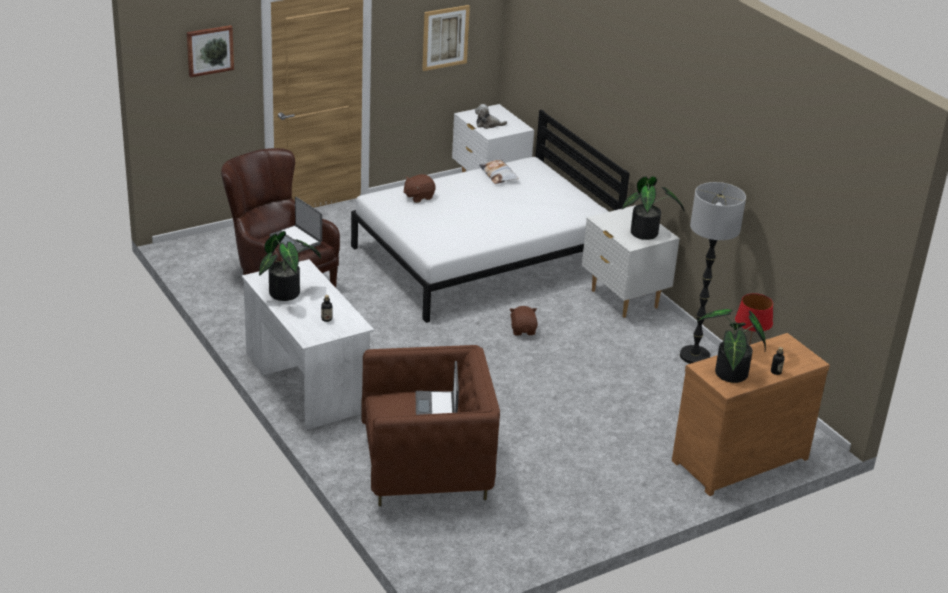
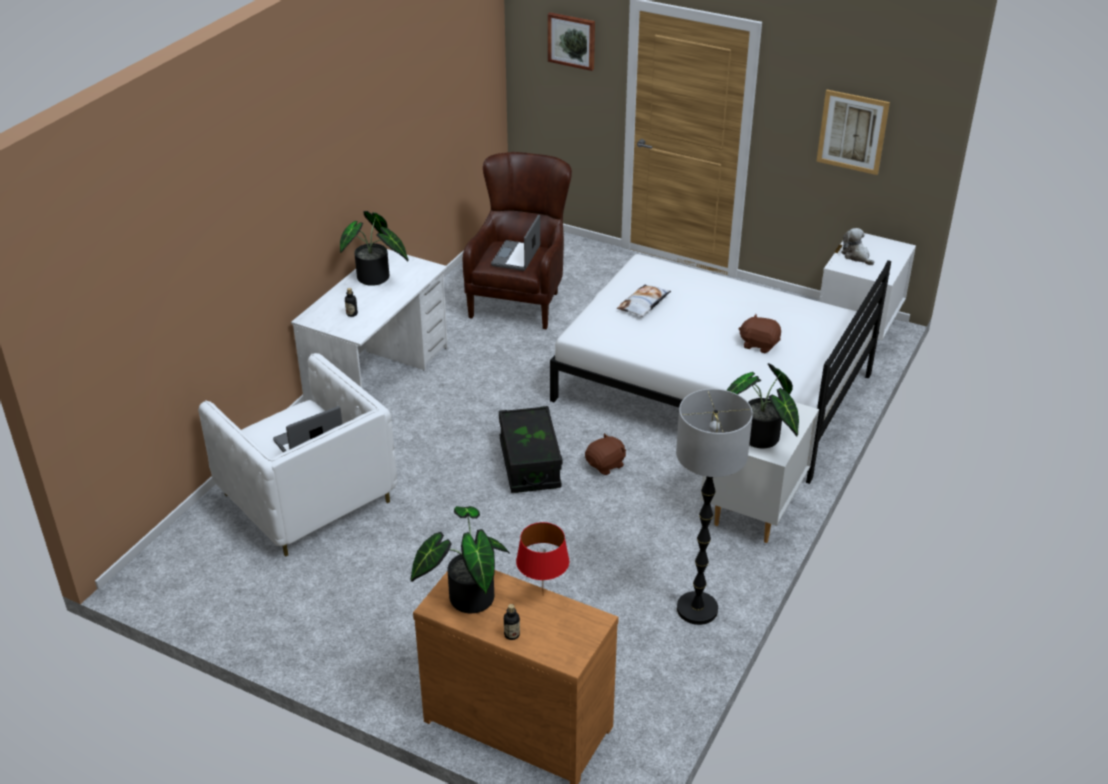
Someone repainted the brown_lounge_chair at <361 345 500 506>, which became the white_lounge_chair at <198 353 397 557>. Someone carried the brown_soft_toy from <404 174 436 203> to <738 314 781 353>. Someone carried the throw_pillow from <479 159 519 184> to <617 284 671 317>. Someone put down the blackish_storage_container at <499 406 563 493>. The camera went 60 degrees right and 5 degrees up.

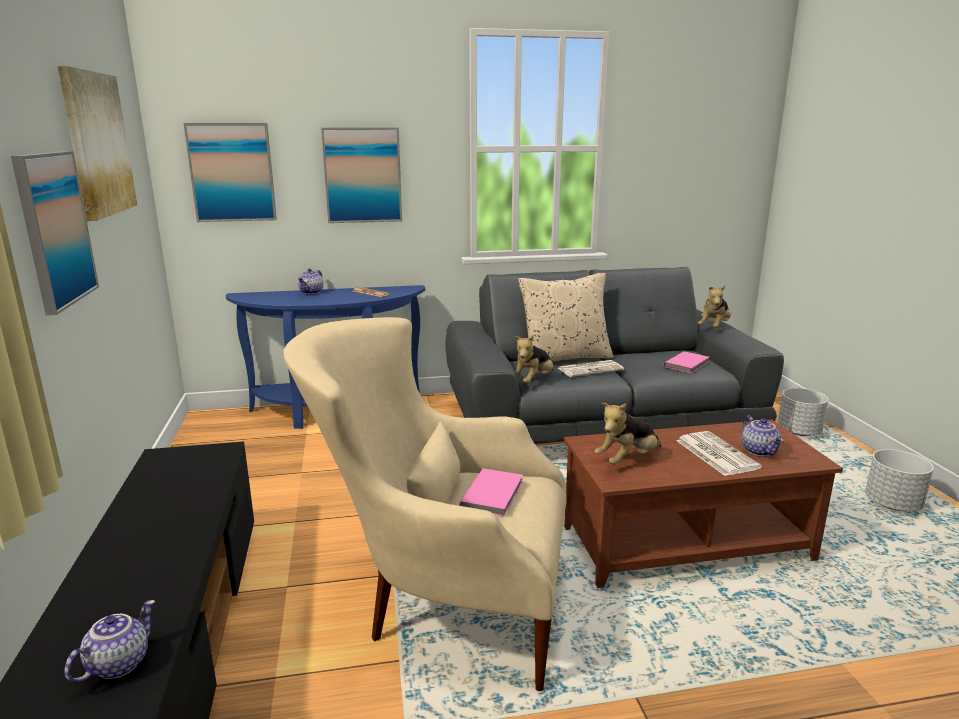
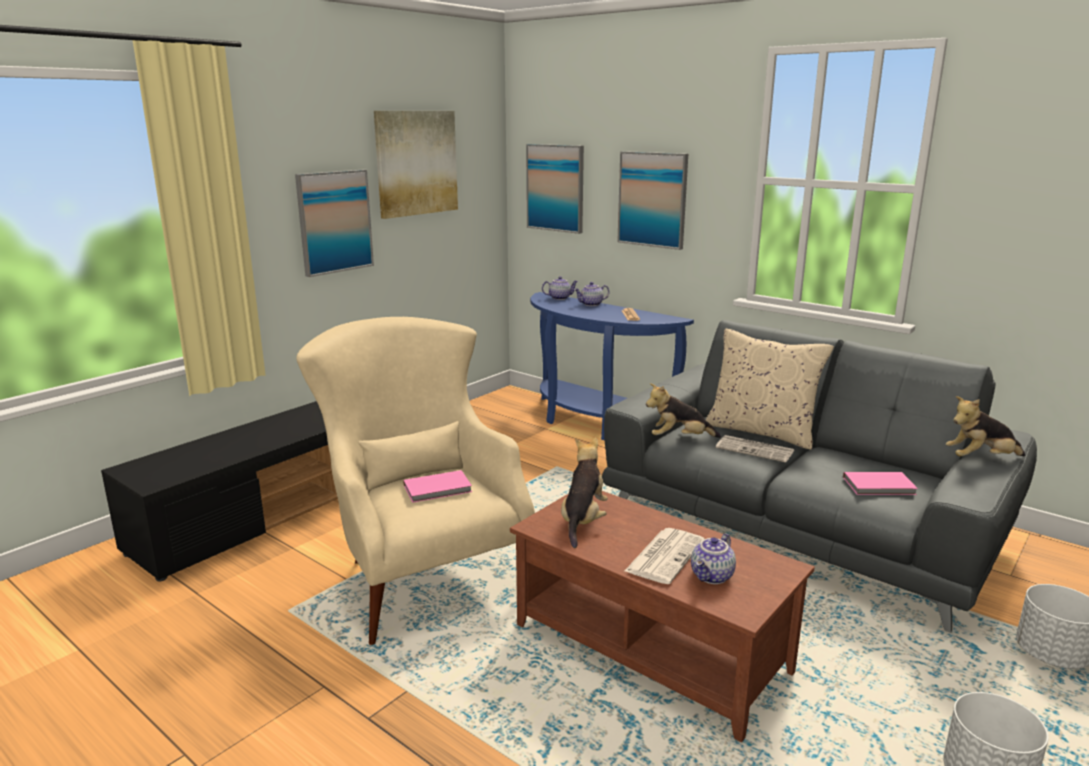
Someone carried the pot_for_tea from <64 600 155 683> to <542 276 578 300>. Someone rotated the soft_toy at <595 403 661 465> by 90 degrees clockwise. The camera went 50 degrees right and 0 degrees up.

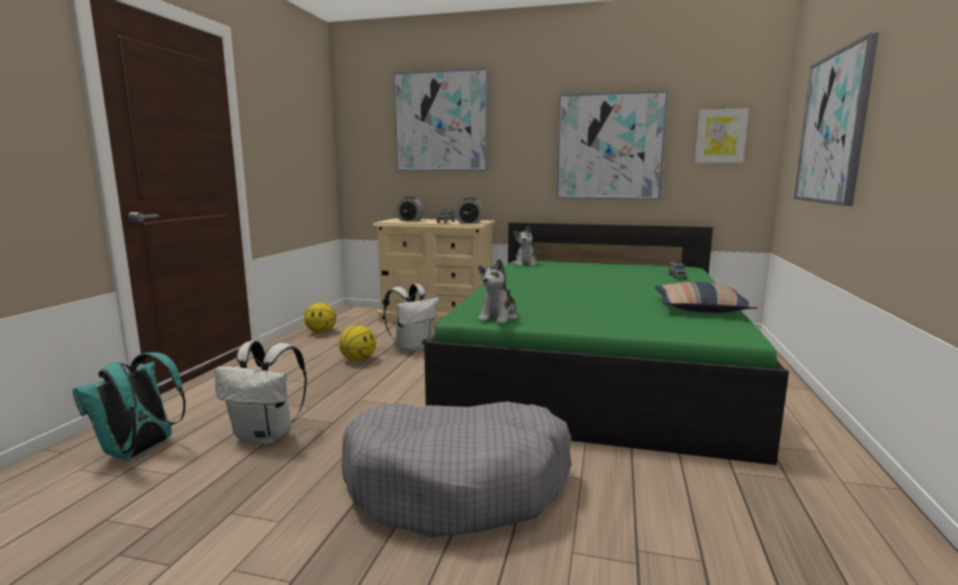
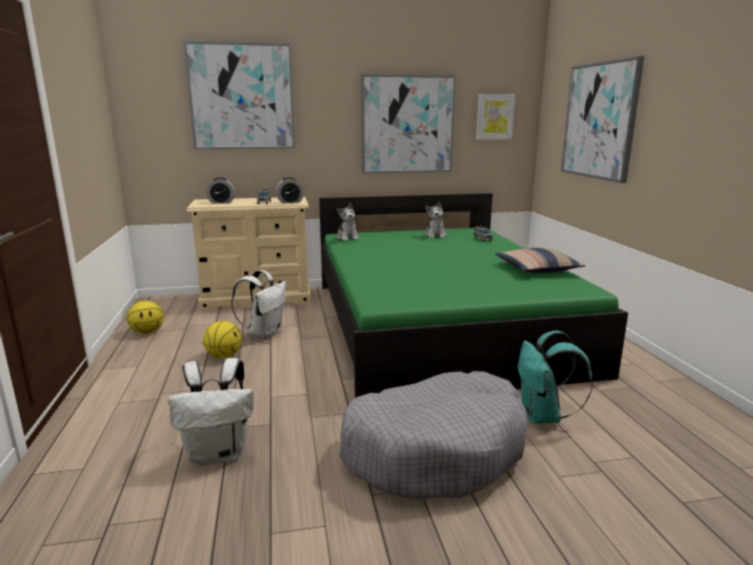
Someone carried the blue-green_knapsack from <72 352 186 459> to <518 331 593 424>. Someone carried the soft_toy from <478 259 518 324> to <425 201 447 238>. The camera went 25 degrees left and 5 degrees up.

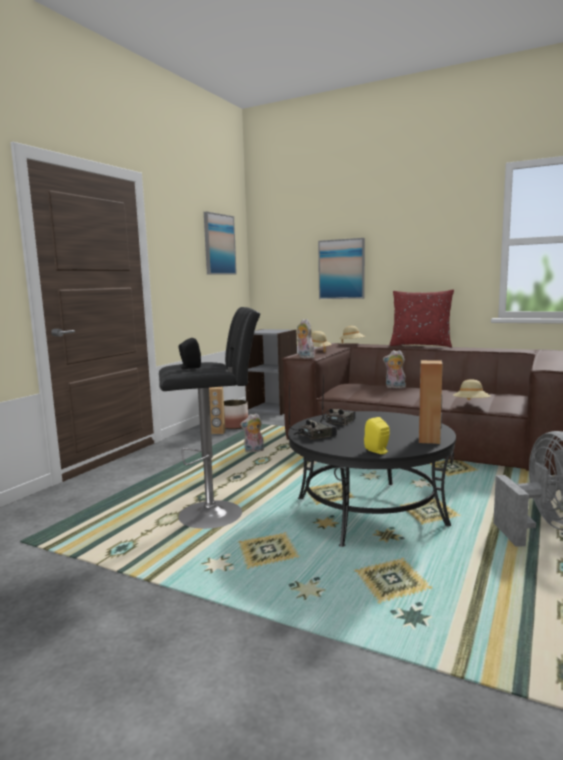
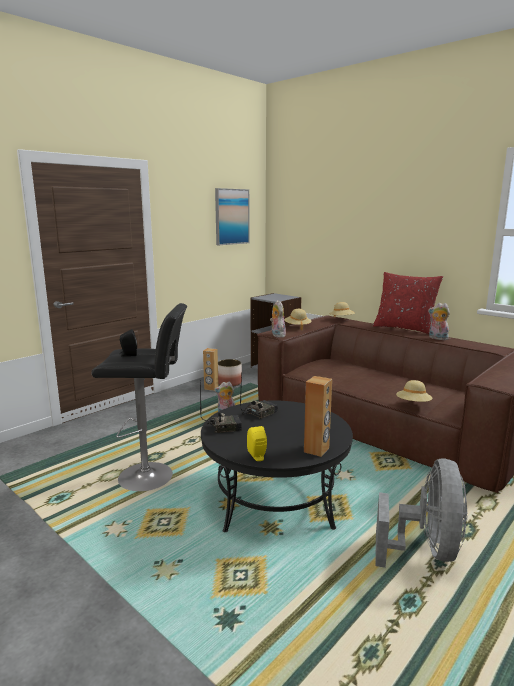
Someone took away the picture at <318 238 365 299>. Someone carried the soft_toy from <383 350 406 389> to <428 303 450 340>. The camera went 15 degrees right and 5 degrees up.

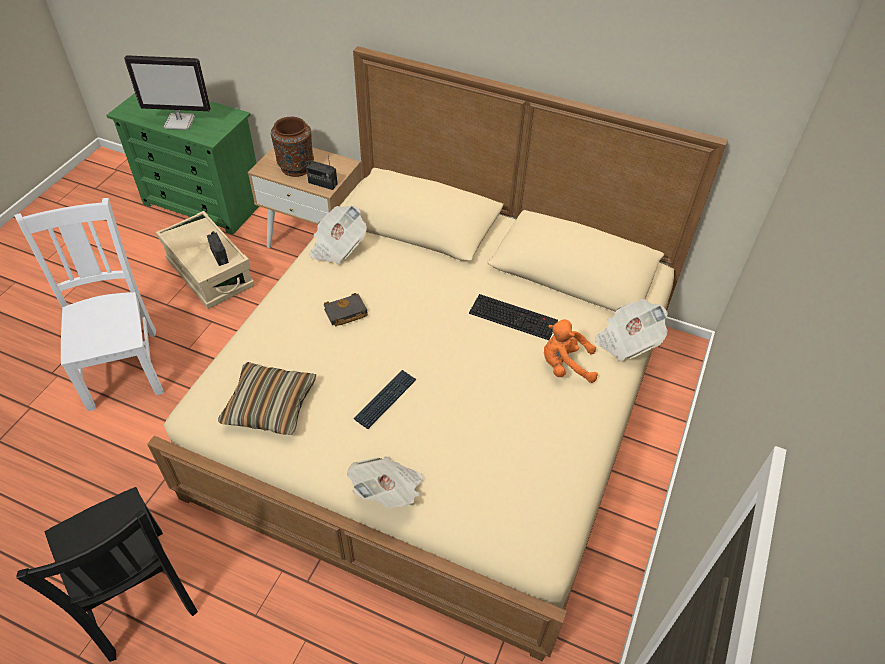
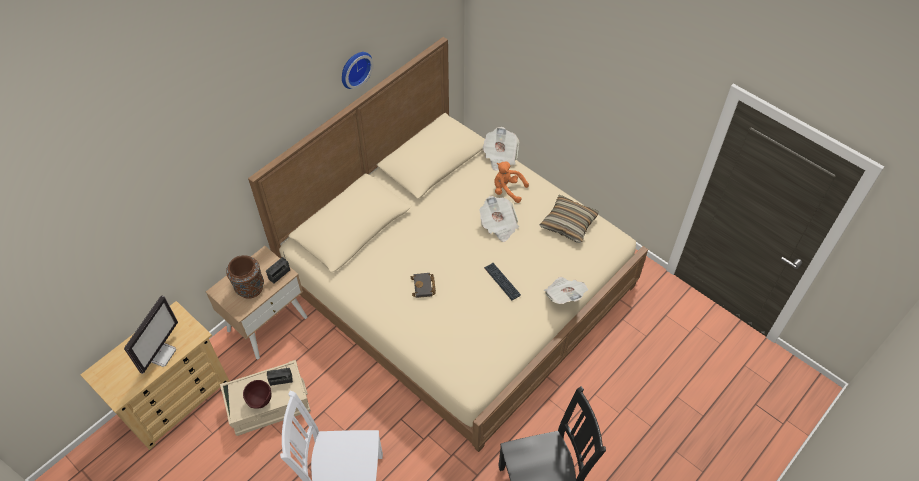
Someone repainted the green-coloured_drawer_chest at <106 93 259 235>, which became the sand-coloured_drawer_chest at <80 301 230 450>. Someone carried the throw_pillow from <218 362 316 435> to <540 195 599 243>. Someone carried the printed_paper from <309 206 367 264> to <479 196 519 242>. Someone took away the computer_keyboard at <469 294 558 340>. Someone rotated the orange-coloured_soft_toy at <544 319 598 383> by 90 degrees clockwise. Someone put down the brown_serving_bowl at <243 380 272 409>. Someone put up the hanging_clock at <342 52 373 89>. The camera went 70 degrees left and 5 degrees up.

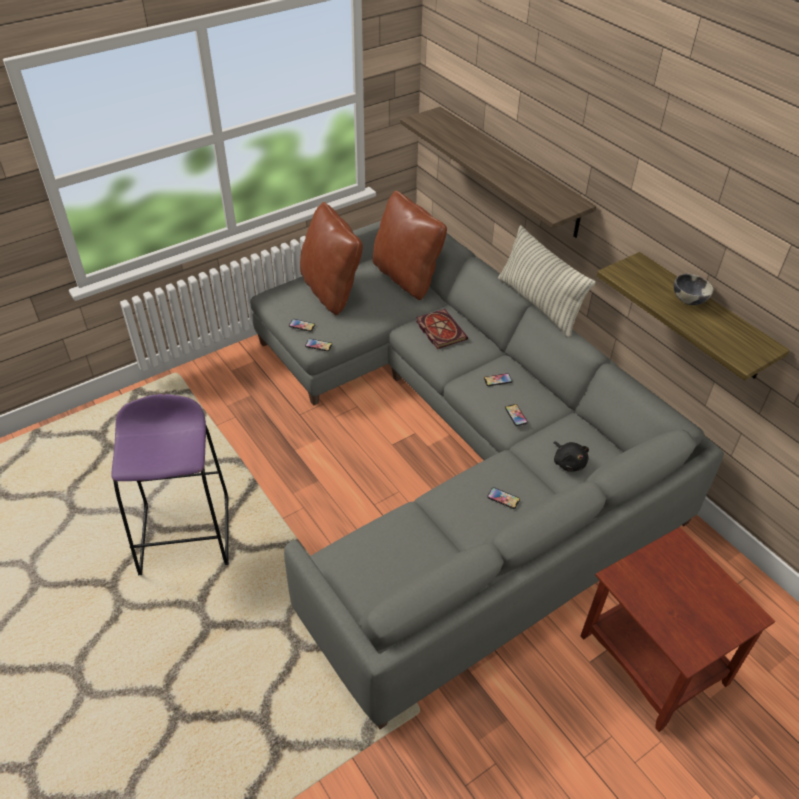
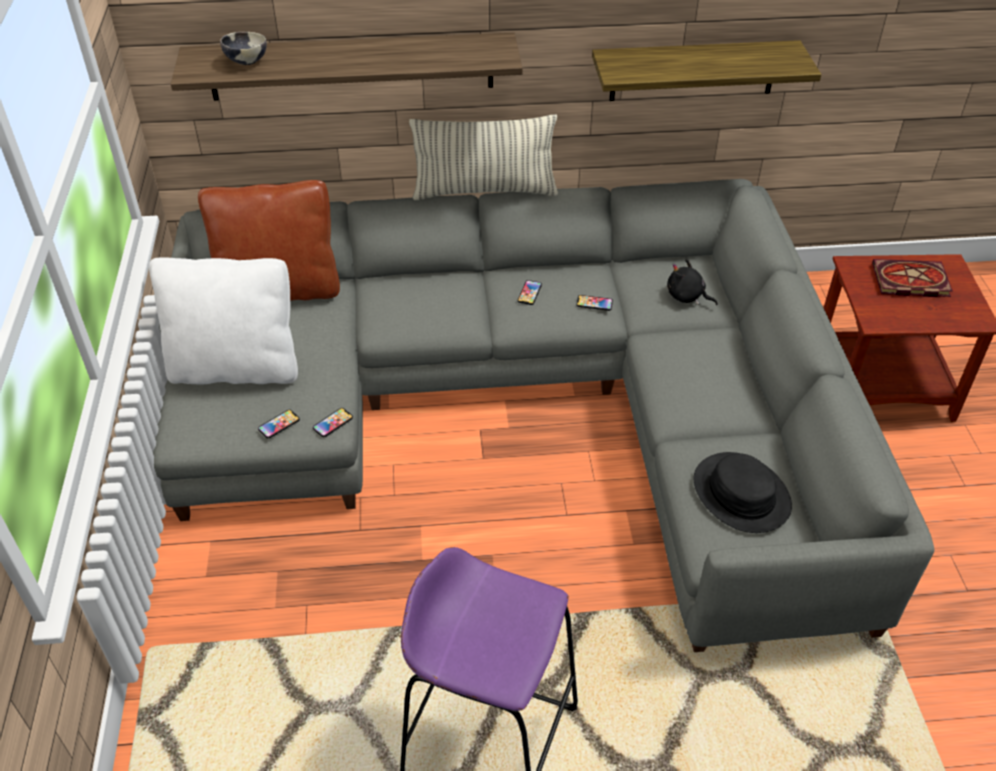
Someone repainted the brown_throw_pillow at <300 202 363 315>, which became the white_throw_pillow at <149 257 298 385>. Someone carried the bound_book from <416 309 468 349> to <872 259 953 297>. Someone took away the phone at <487 487 520 509>. Someone rotated the blackish_soft_toy at <554 441 589 472> by 150 degrees counterclockwise. Someone carried the serving_bowl from <674 274 713 305> to <220 32 267 65>. Someone put down the blackish_hat at <694 452 792 533>. The camera went 60 degrees left and 0 degrees up.

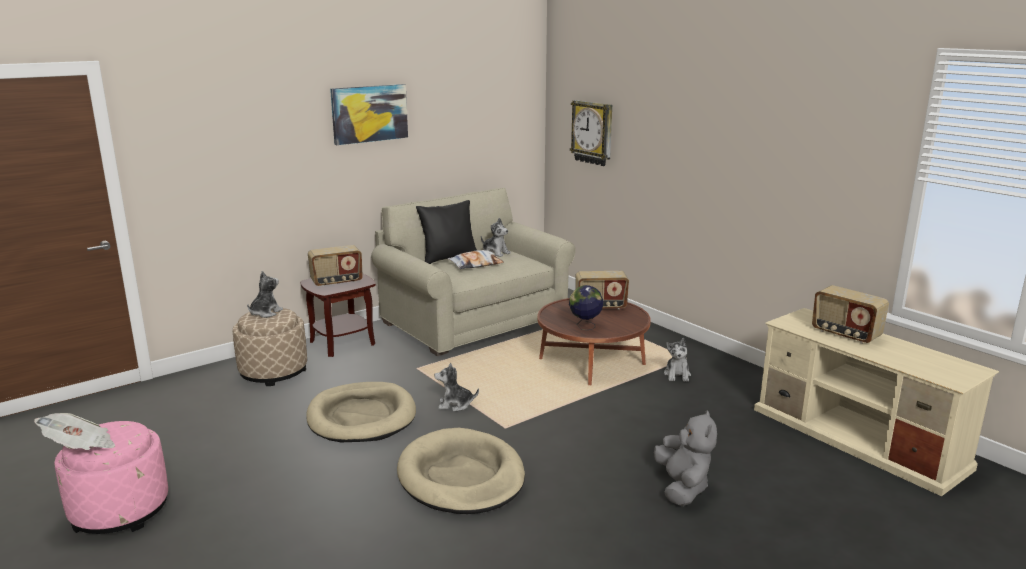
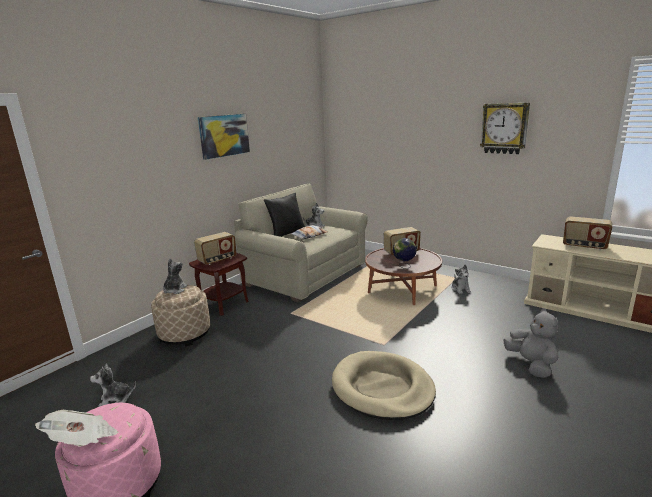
Someone took away the sand-coloured_dog_cushion at <306 382 416 443>. Someone carried the soft_toy from <434 363 479 412> to <90 363 136 407>. Someone carried the hanging_clock from <570 100 612 166> to <480 103 530 154>. The camera went 15 degrees left and 0 degrees up.

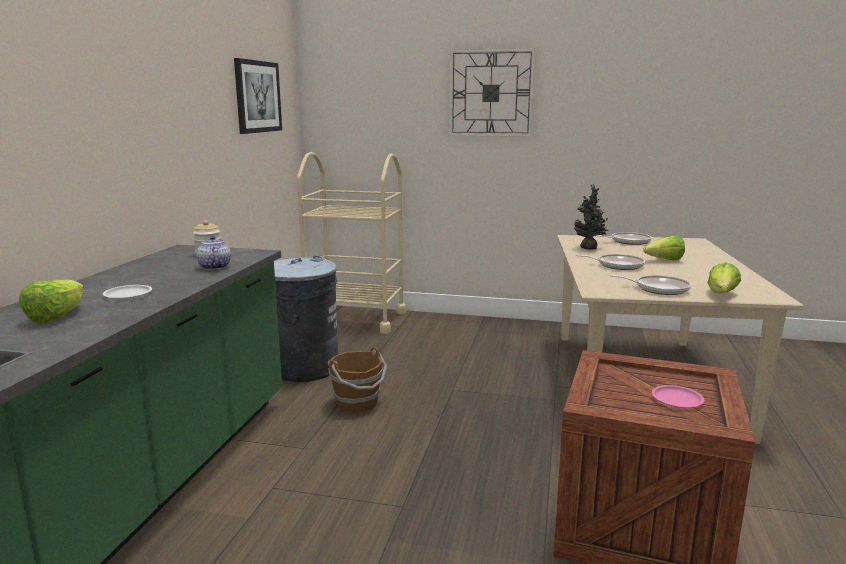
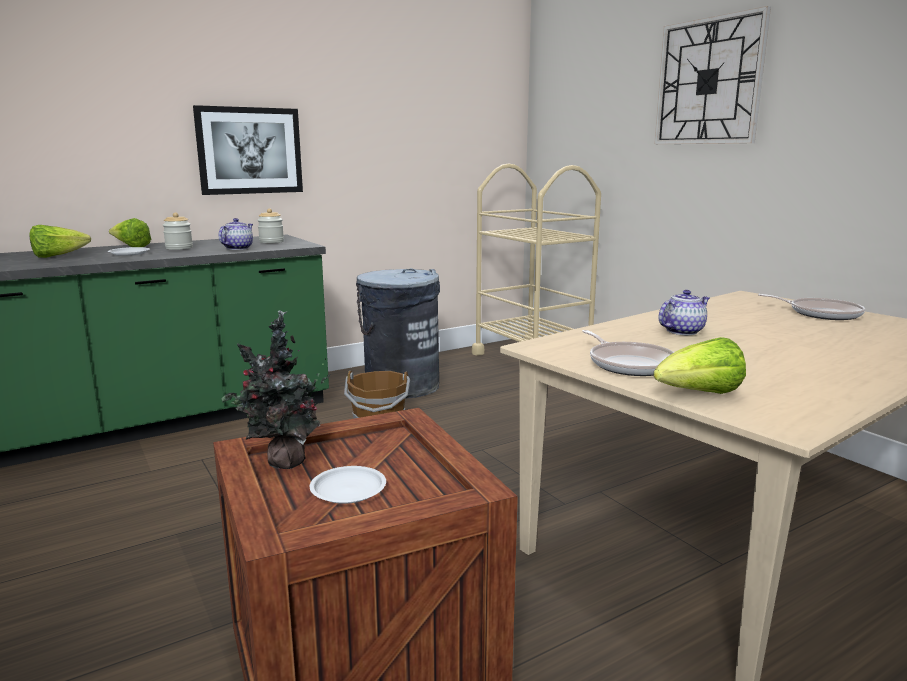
Someone carried the picture from <234 58 282 134> to <193 105 303 195>. Someone carried the plant_in_a_pot from <574 185 609 250> to <221 310 331 469>. Someone swapped the skillet at <575 254 645 270> for the pot_for_tea at <658 290 710 335>. Someone carried the lettuce_head from <643 235 685 260> to <109 218 151 247>. Someone repainted the pink-coloured_plate at <652 385 704 408>, which became the white_plate at <309 466 386 504>. Someone put down the preserve_jar at <163 212 193 250>. The camera went 45 degrees right and 0 degrees up.

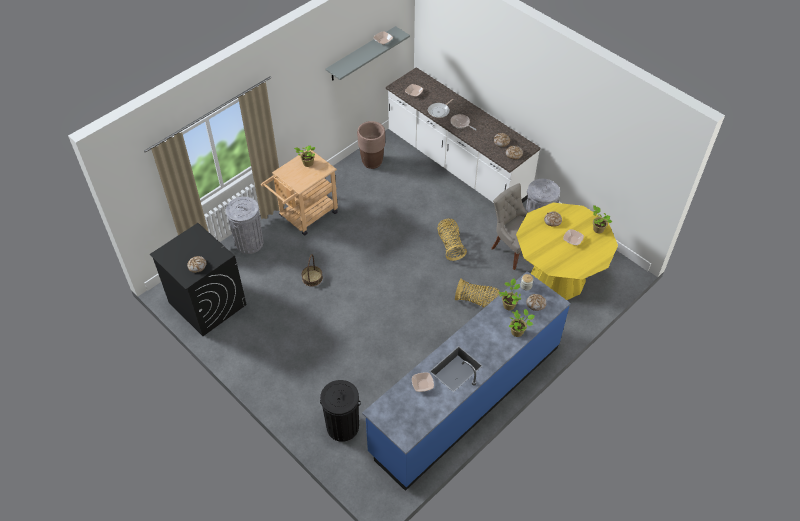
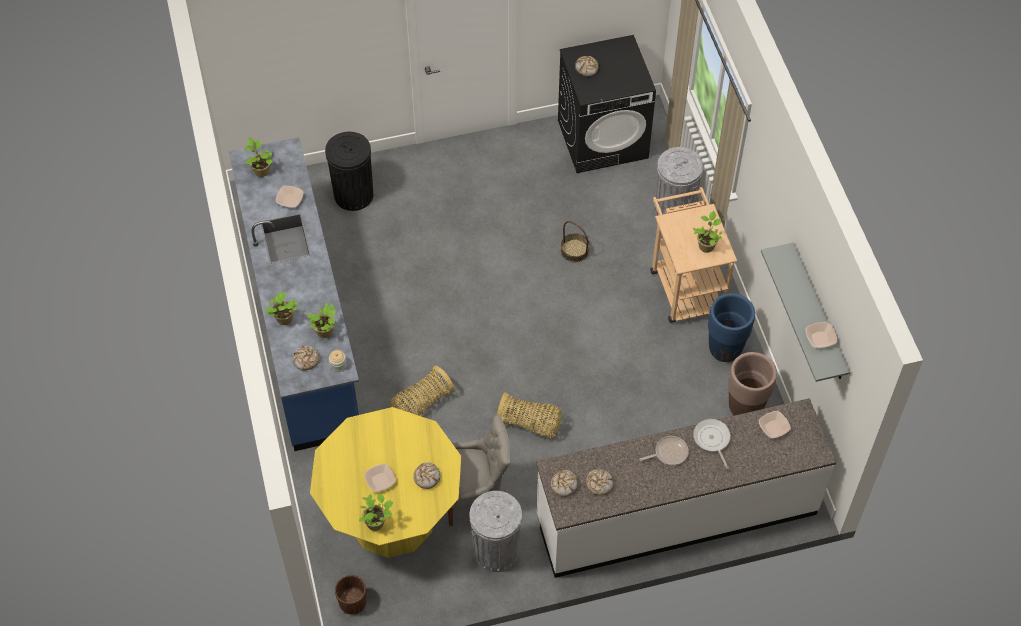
Someone put down the plant_in_a_pot at <245 137 273 177>. Someone put down the brown_flower_pot at <335 575 366 614>. Someone put down the blue-coloured_flower_pot at <708 293 755 362>. The camera went 120 degrees right and 5 degrees up.

